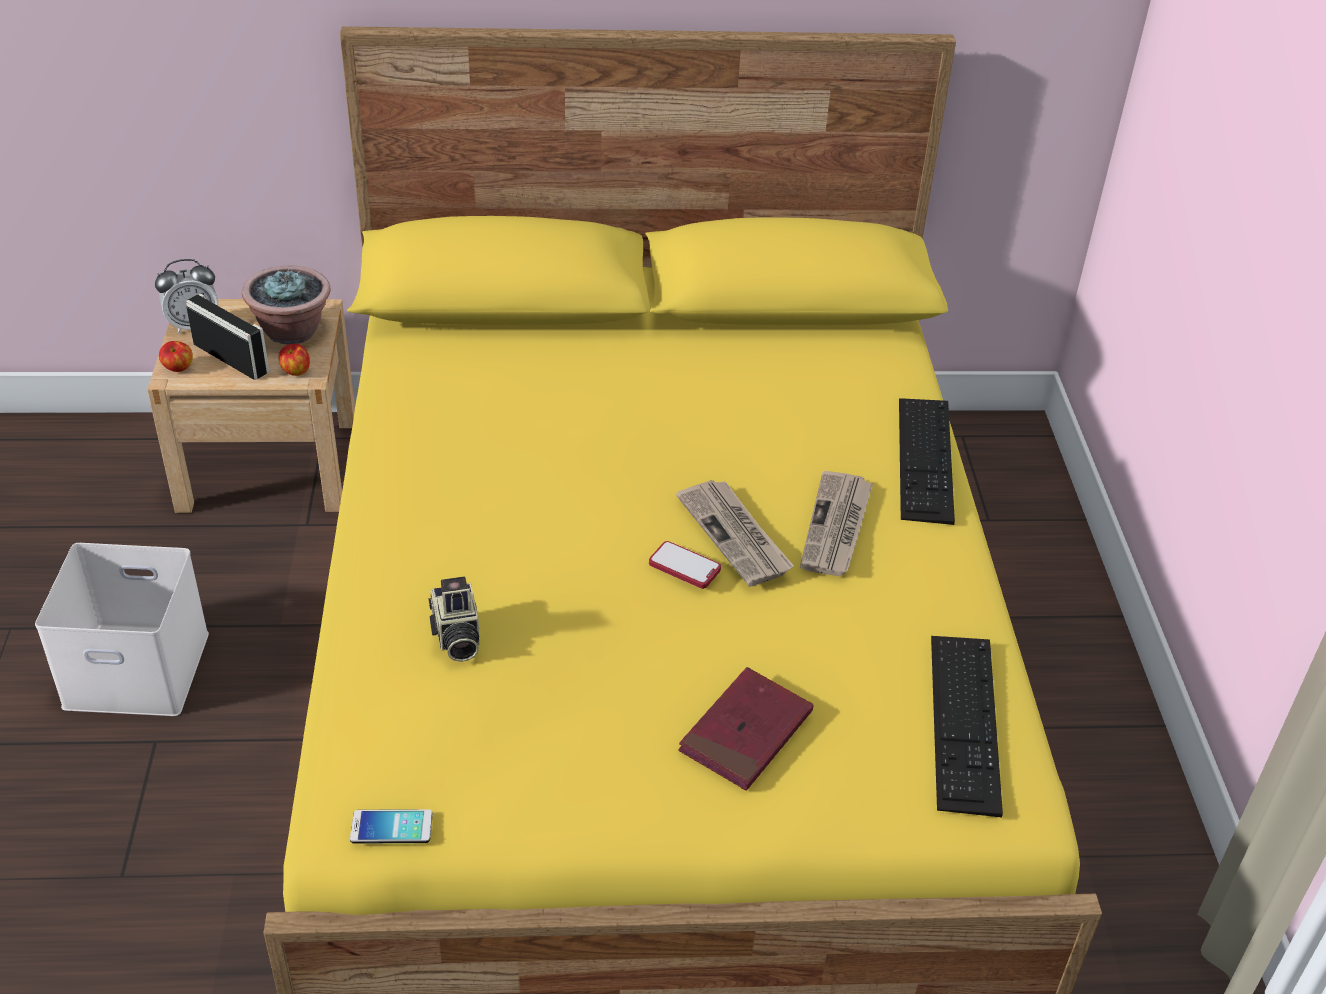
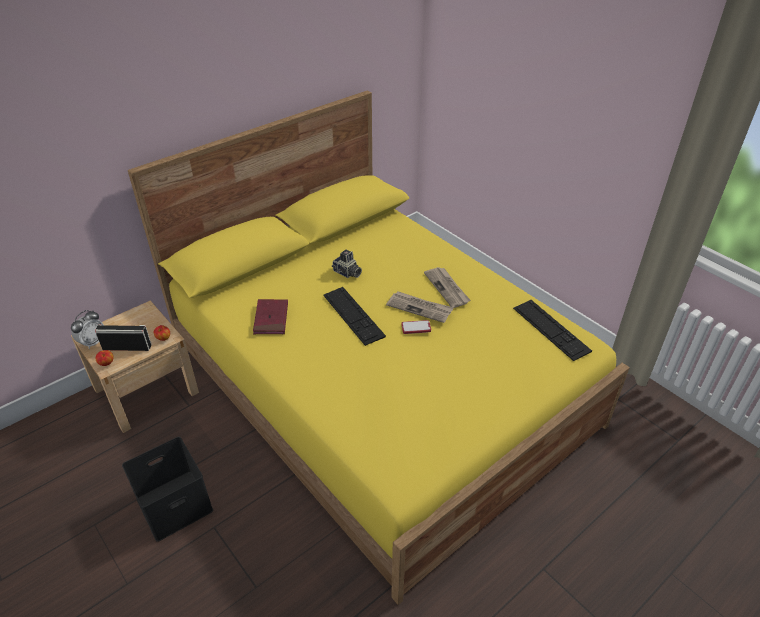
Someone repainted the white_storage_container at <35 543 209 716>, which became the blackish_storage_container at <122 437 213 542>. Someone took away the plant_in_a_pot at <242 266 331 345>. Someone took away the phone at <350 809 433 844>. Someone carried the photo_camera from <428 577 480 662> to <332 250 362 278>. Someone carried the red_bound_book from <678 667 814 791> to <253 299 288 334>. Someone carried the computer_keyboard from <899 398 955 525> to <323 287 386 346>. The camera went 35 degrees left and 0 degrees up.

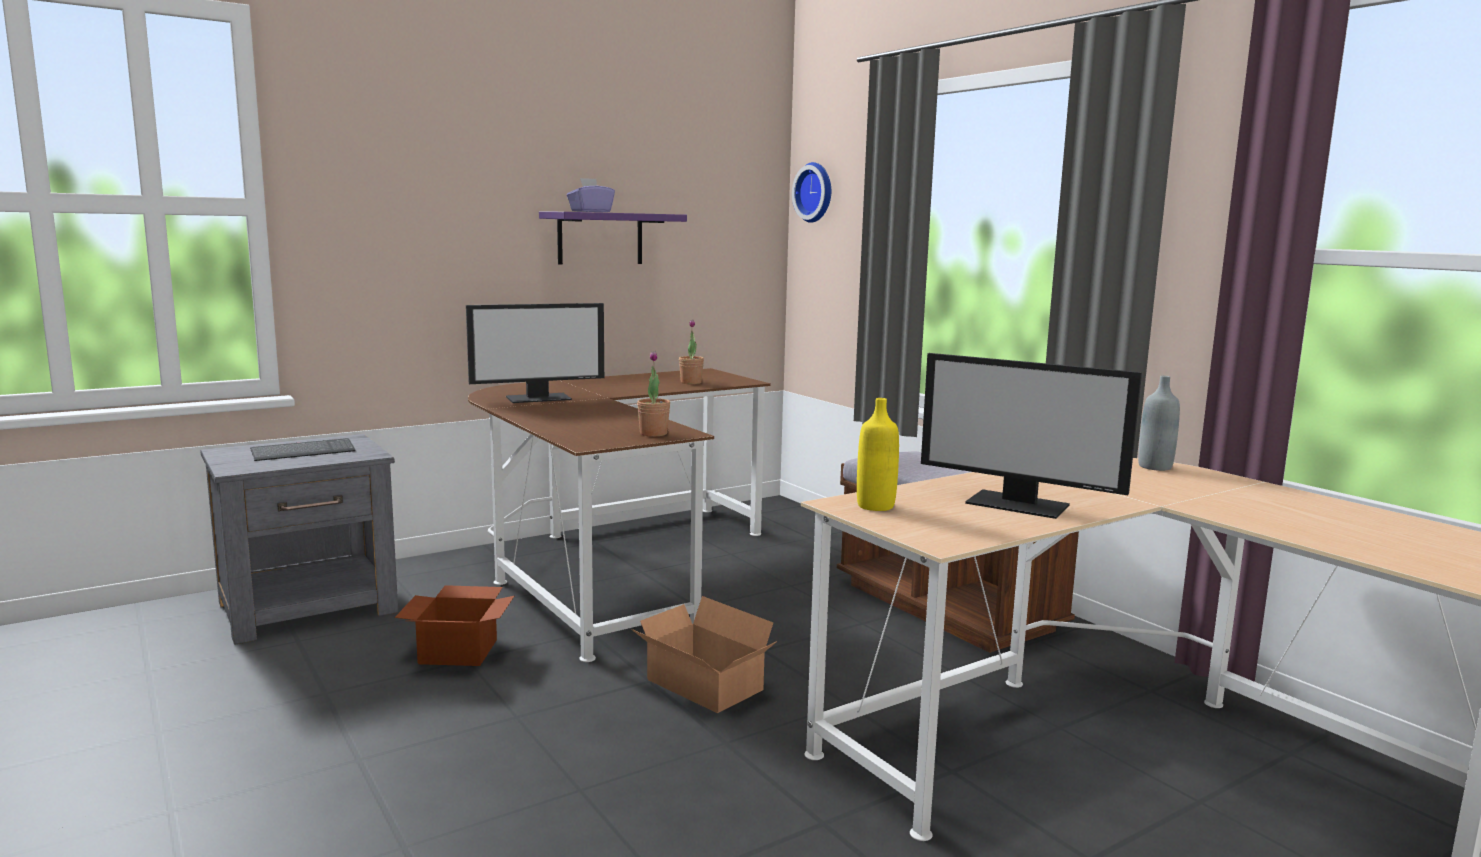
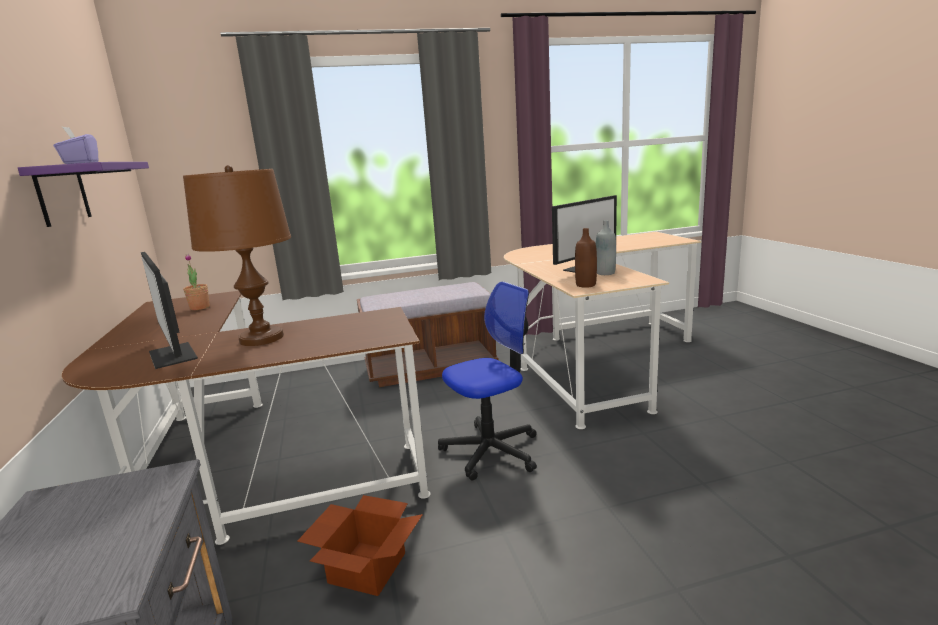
Someone took away the computer_keyboard at <250 438 355 461>. Someone rotated the monitor at <466 303 604 403> by 150 degrees clockwise. Someone swapped the carton at <631 596 776 713> for the desk_chair at <438 281 537 481>. Someone took away the plant_in_a_pot at <637 351 670 436>. Someone took away the hanging_clock at <792 162 831 223>. Someone repainted the yellow-coloured_drink_bottle at <857 398 899 511>, which became the brown_drink_bottle at <575 228 597 288>. Someone carried the gray_drink_bottle from <1138 376 1180 471> to <596 220 616 275>. Someone put down the brown_lamp_for_a_table at <183 165 291 346>. The camera went 70 degrees left and 5 degrees up.

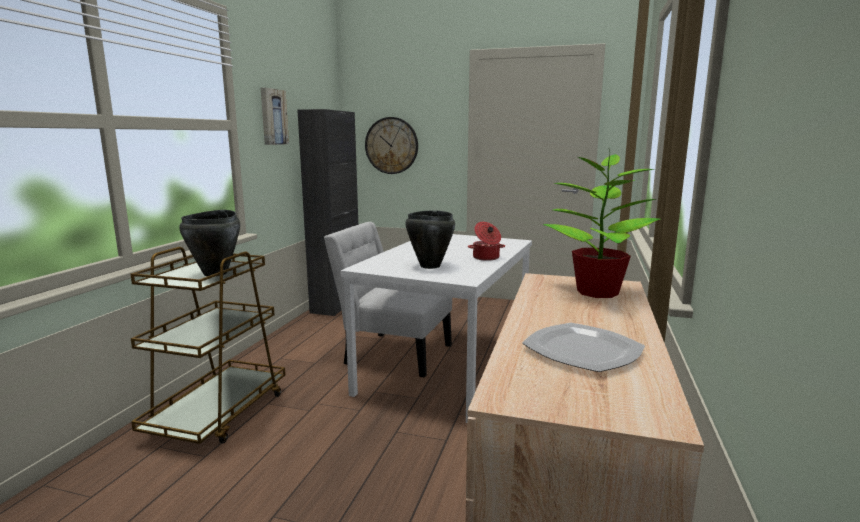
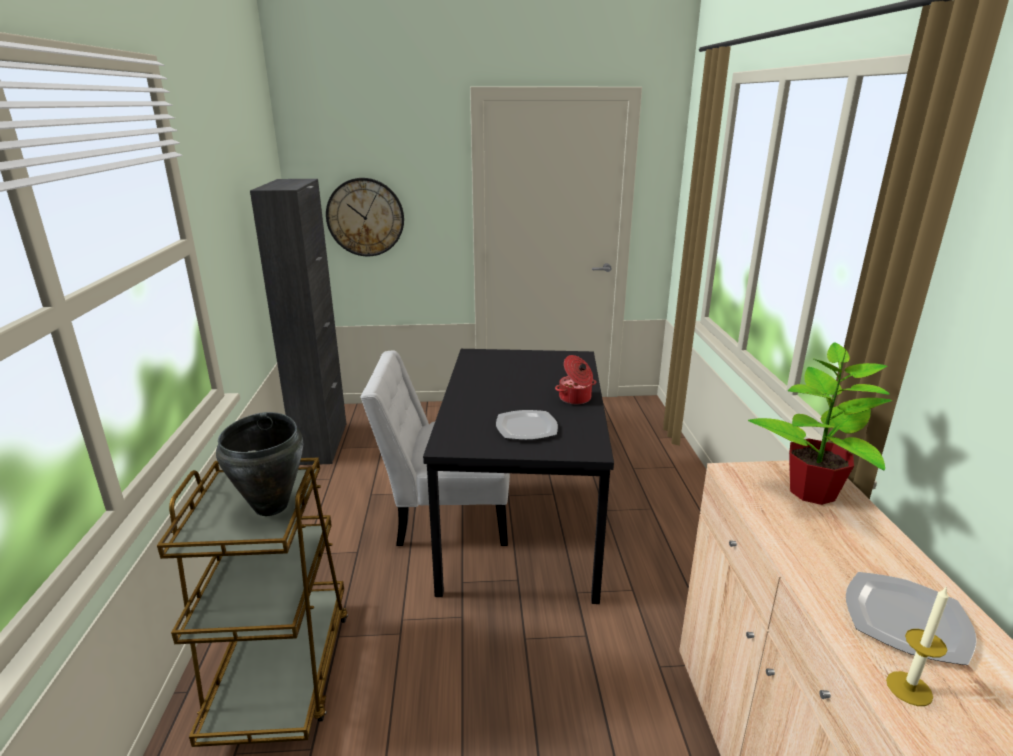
Someone took away the picture at <261 88 289 145>. Someone repainted the white_dinner_table at <341 234 532 423>, which became the blackish_dinner_table at <423 349 614 604>. Someone swapped the blackish_stockpot at <405 210 455 269> for the plate at <496 410 558 440>. Someone put down the wax_light at <886 586 949 706>. The camera went 20 degrees left and 10 degrees up.

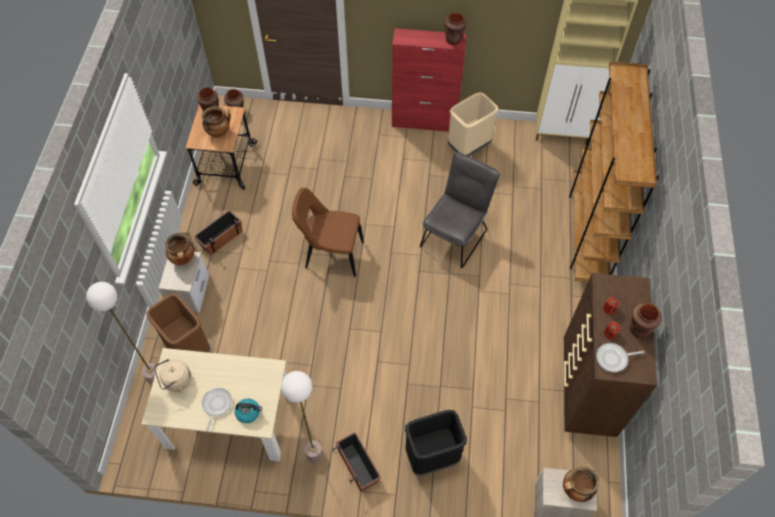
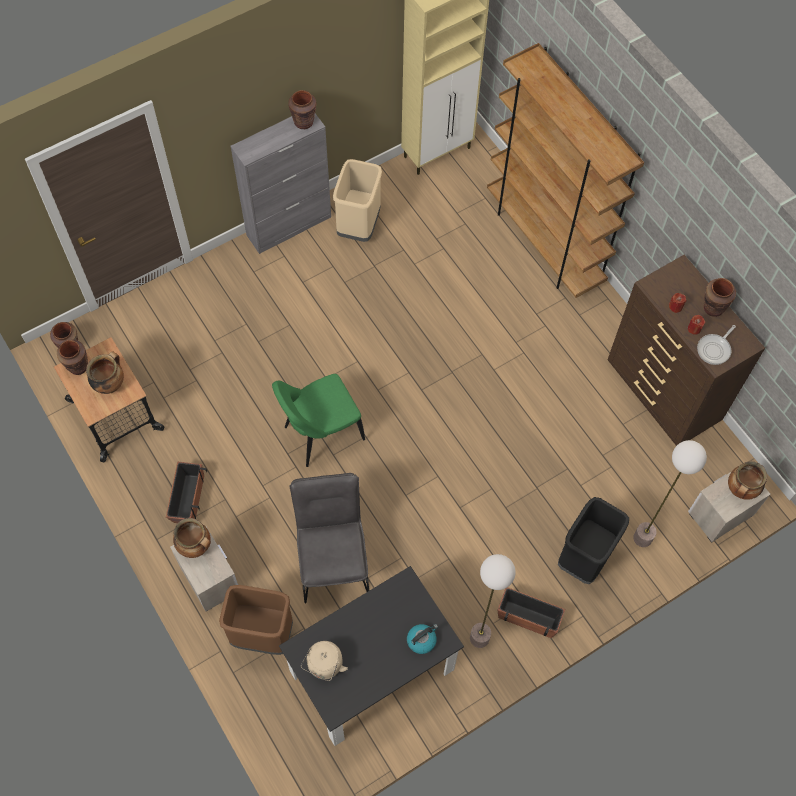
Someone carried the standard_lamp from <86 282 158 384> to <633 440 707 547>. Someone repainted the sand-coloured_dinner_table at <141 348 291 461>, which became the blackish_dinner_table at <279 566 464 746>. Someone took away the skillet at <202 388 232 431>. Someone repainted the brown_chair at <292 188 364 277>, which became the green-coloured_chair at <272 374 365 467>. Someone repainted the red_cupboard at <392 28 467 132>, which became the gray_cupboard at <231 113 331 254>. Someone carried the gray_chair from <420 152 500 268> to <290 473 369 604>. The camera went 40 degrees left and 5 degrees up.

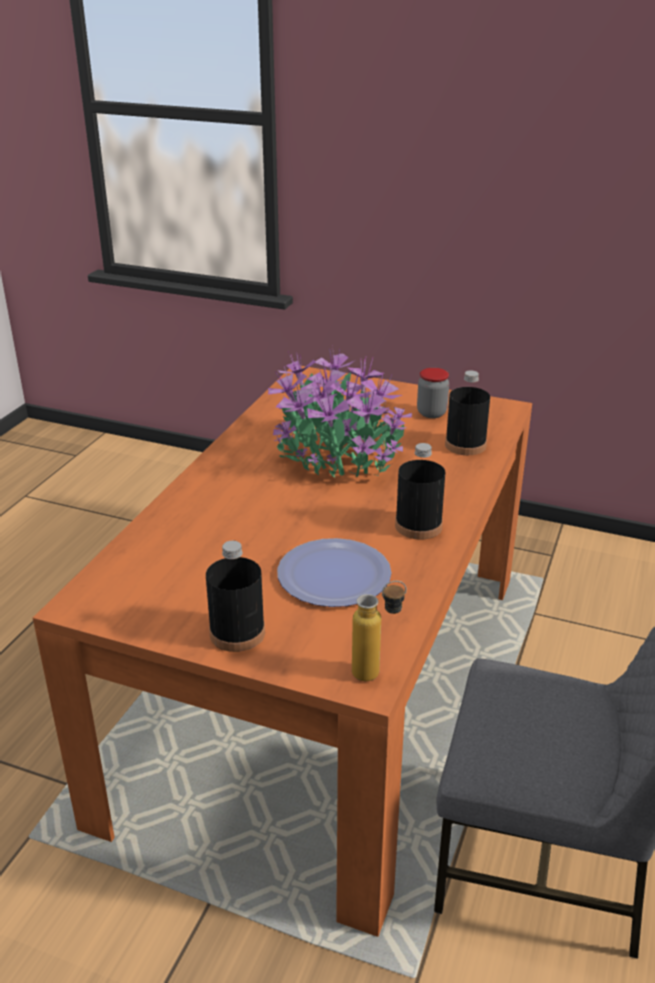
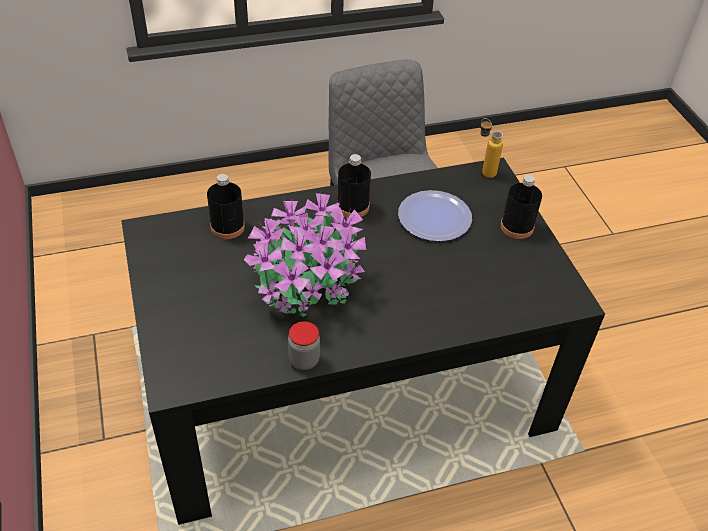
Someone repainted the orange-coloured_dinner_table at <33 366 532 937>, which became the blackish_dinner_table at <121 157 605 525>. Someone carried the preserve_jar from <417 368 449 418> to <288 321 320 370>. The camera went 130 degrees left and 15 degrees up.

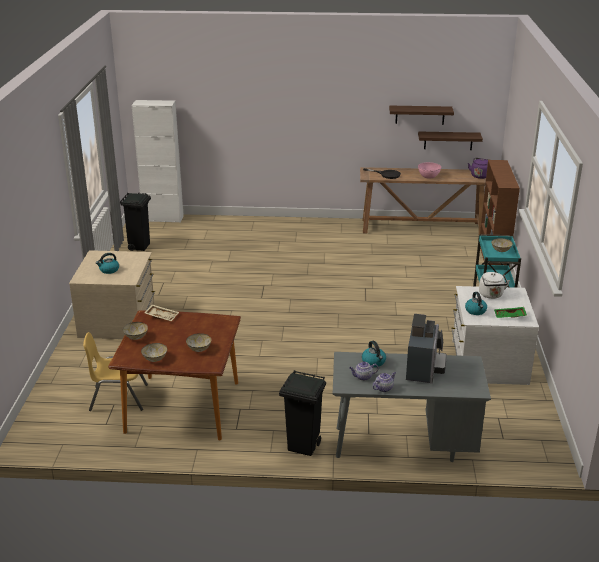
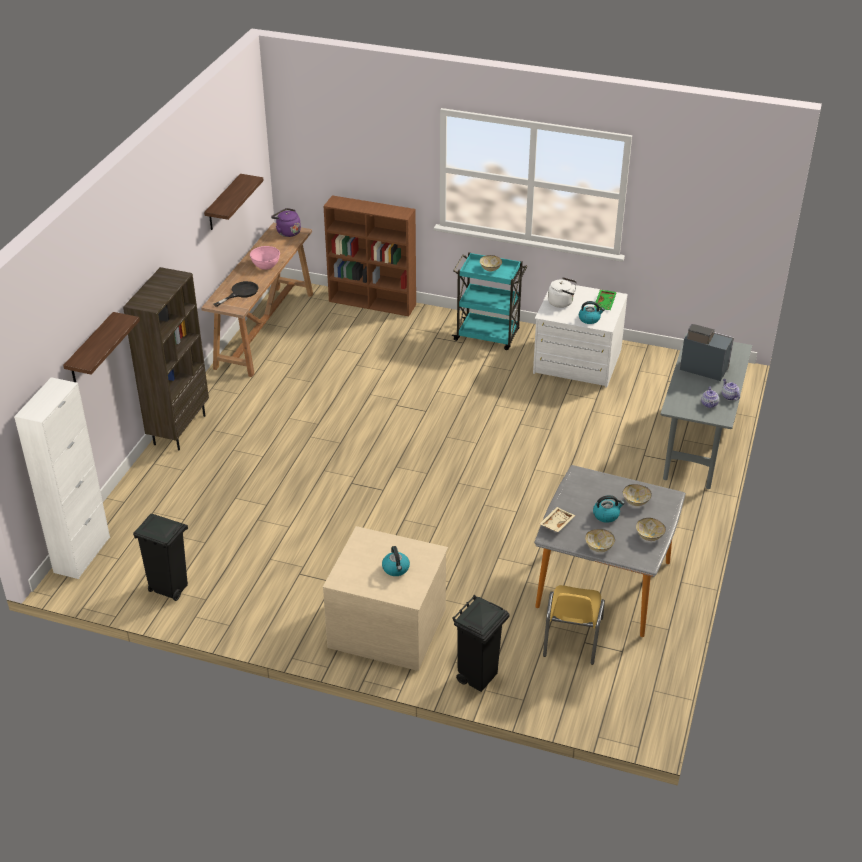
Someone repainted the brown_dinner_table at <108 310 241 441>, which became the gray_dinner_table at <534 465 686 637>. Someone carried the blackish_trash_can from <279 371 326 456> to <453 595 510 692>. Someone carried the tea_kettle from <362 341 386 367> to <593 495 625 523>. Someone carried the shelf from <418 131 483 150> to <63 312 140 382>. Someone put down the brown_shelving_unit at <123 267 209 451>. The camera went 75 degrees left and 10 degrees up.

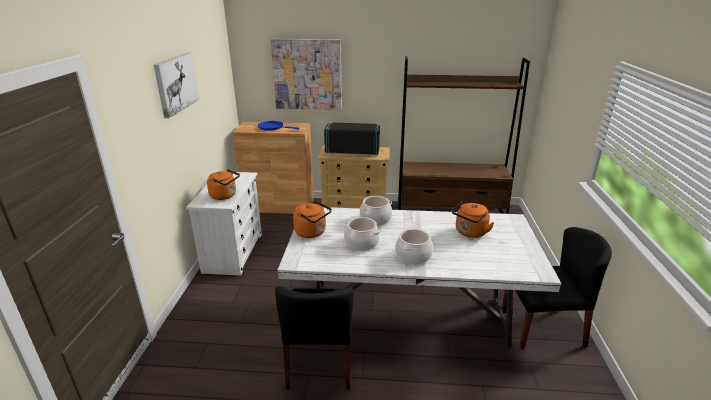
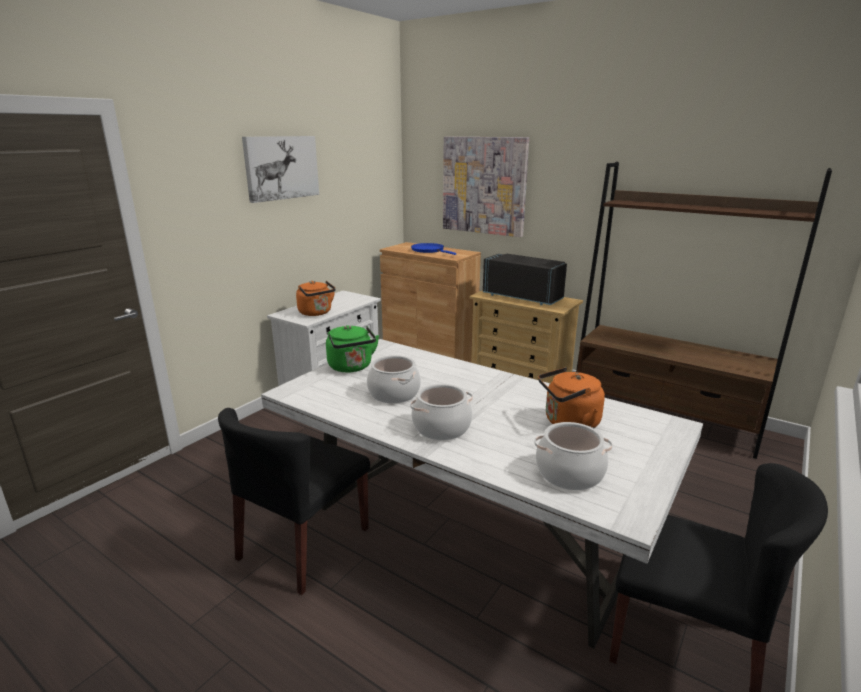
Someone repainted the orange-coloured_tea_kettle at <293 202 332 238>, which became the green-coloured_tea_kettle at <326 325 379 373>. Someone carried the stockpot from <360 196 392 226> to <534 422 613 490>. The camera went 30 degrees right and 5 degrees down.

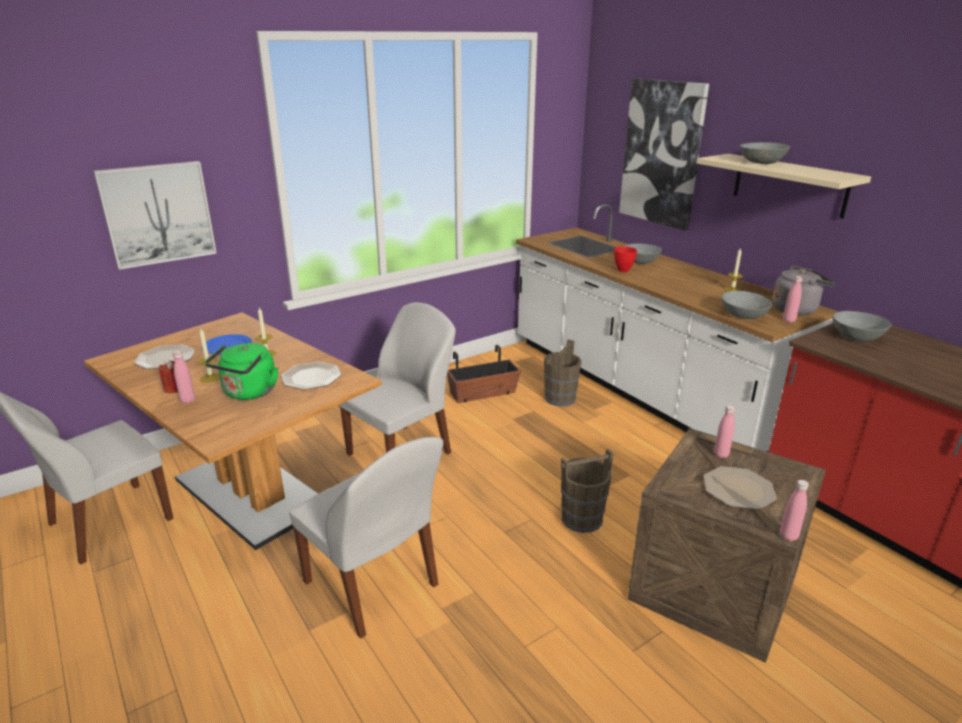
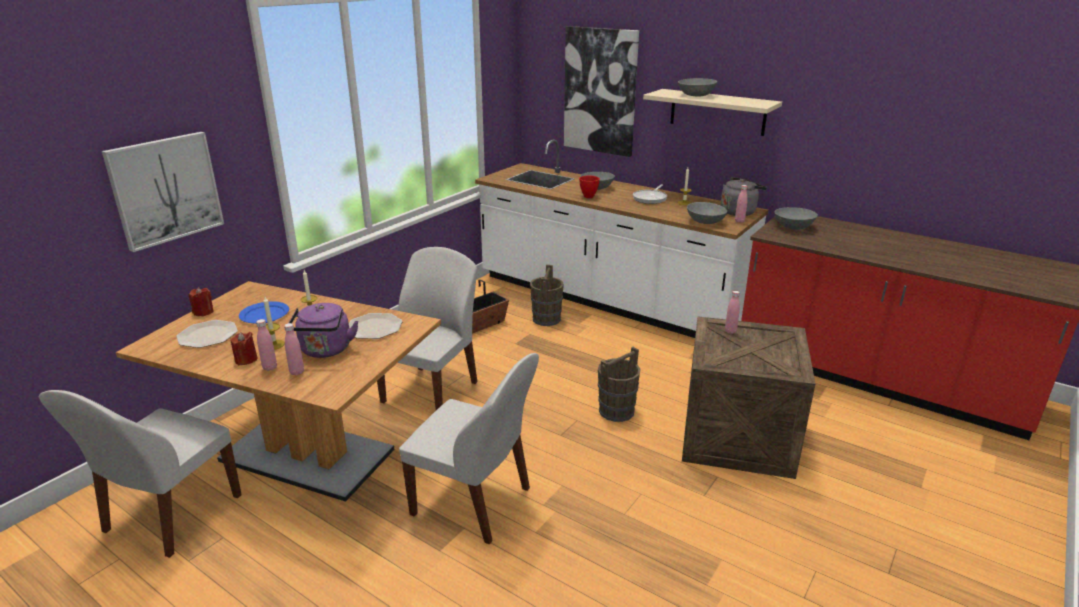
Someone repainted the green-coloured_tea_kettle at <205 343 278 400>, which became the purple-coloured_tea_kettle at <289 303 359 358>. Someone took away the plate at <704 466 777 510>. Someone carried the pink-coloured_drink_bottle from <780 480 809 541> to <284 323 304 375>. Someone put down the red_wax_light at <189 287 214 316>. Someone put down the skillet at <633 184 667 204>. The camera went 20 degrees left and 0 degrees up.

